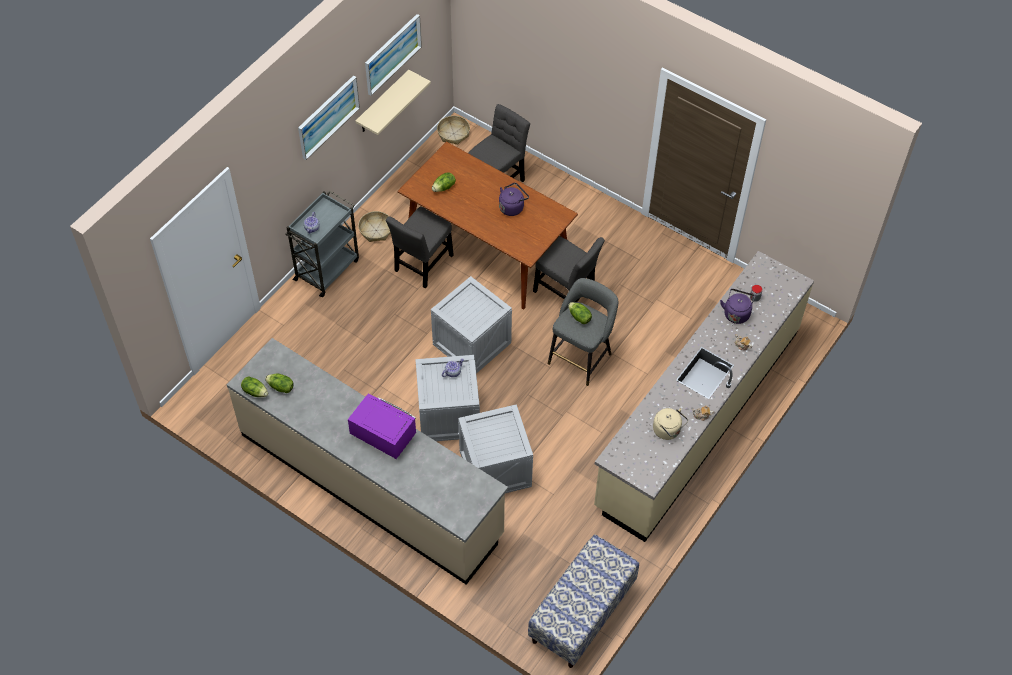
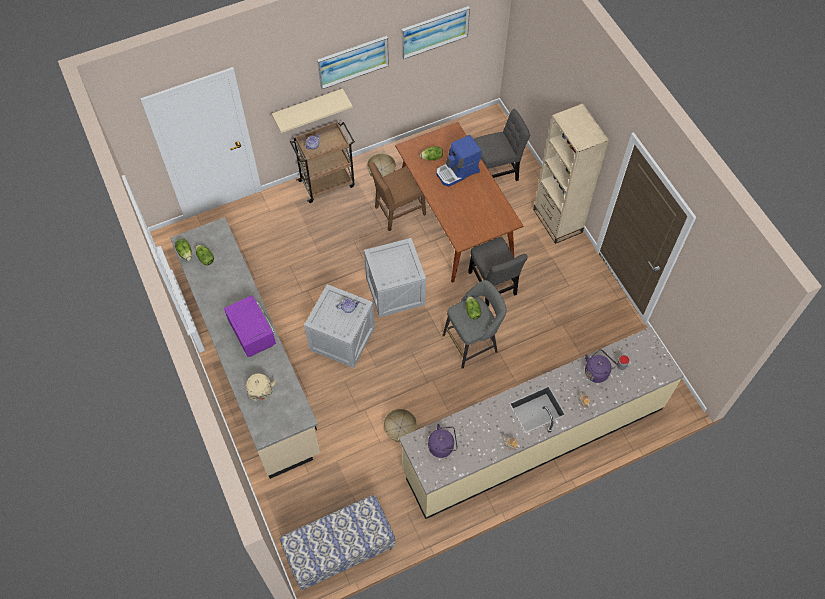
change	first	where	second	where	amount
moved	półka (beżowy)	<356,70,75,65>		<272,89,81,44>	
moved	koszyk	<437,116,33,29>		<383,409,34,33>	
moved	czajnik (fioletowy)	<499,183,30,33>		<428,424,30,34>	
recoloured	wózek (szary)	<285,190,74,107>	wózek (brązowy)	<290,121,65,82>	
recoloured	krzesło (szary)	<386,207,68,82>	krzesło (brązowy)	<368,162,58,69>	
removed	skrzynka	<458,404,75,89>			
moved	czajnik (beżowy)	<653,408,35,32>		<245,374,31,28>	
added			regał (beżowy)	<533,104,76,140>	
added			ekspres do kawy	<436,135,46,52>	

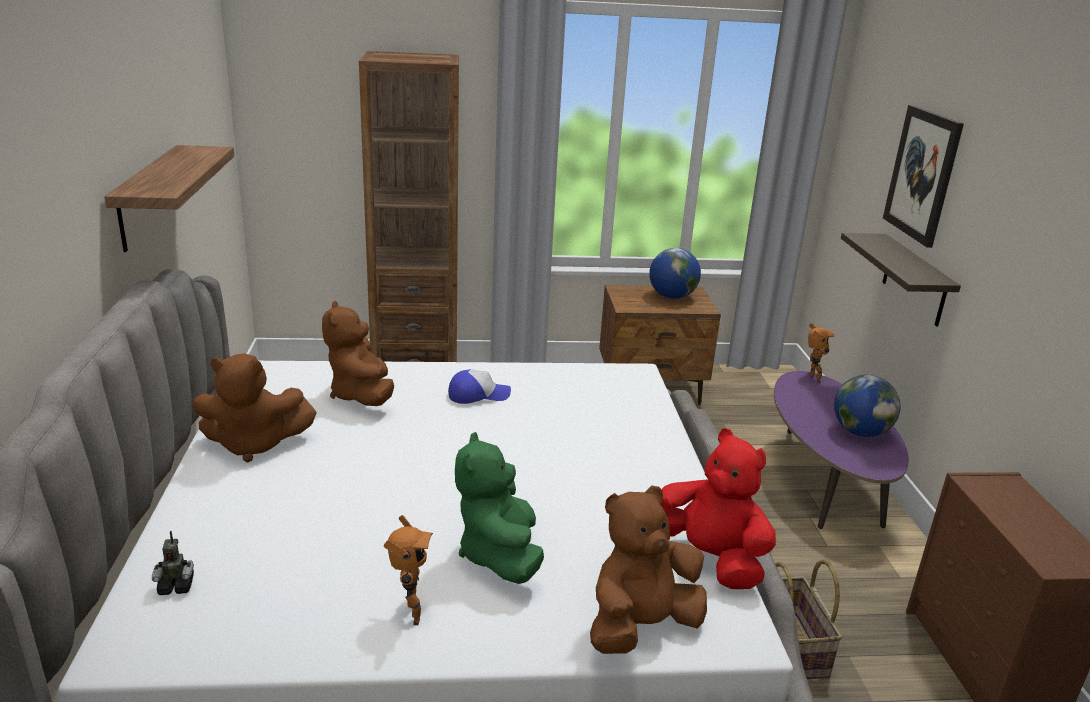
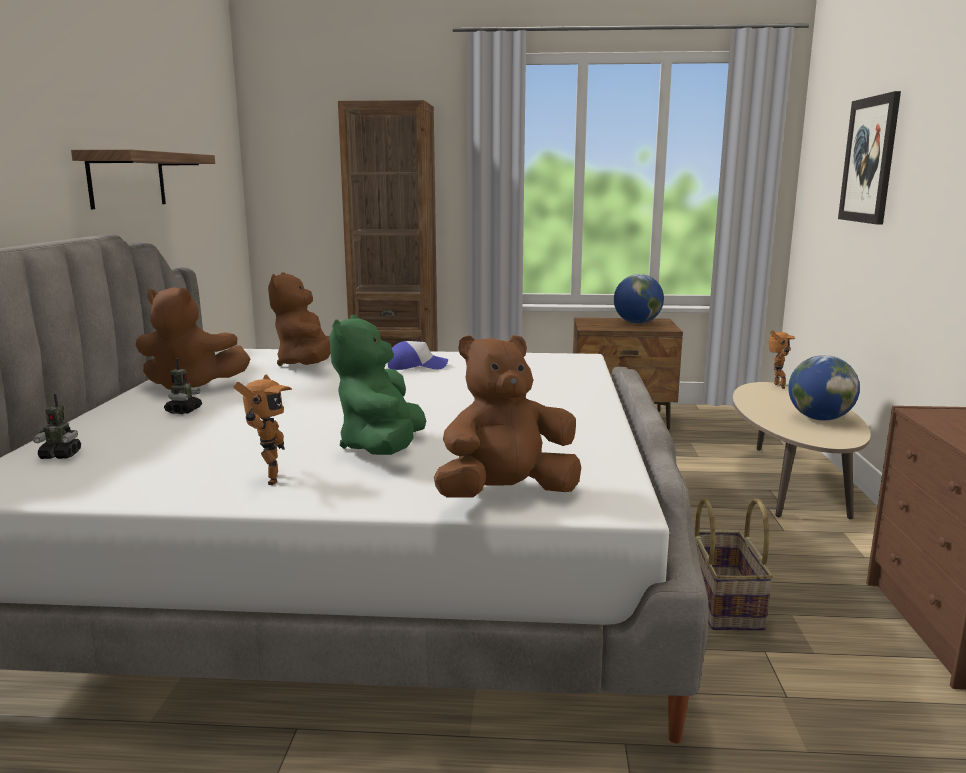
change	first	where	second	where	amount
removed	półka	<841,233,120,94>			
recoloured	ława (fioletowy)	<774,371,135,158>	ława (beżowy)	<732,382,139,137>	
removed	pluszak (czerwony)	<661,428,115,161>			
added			robot zabawkowy	<164,359,38,55>	

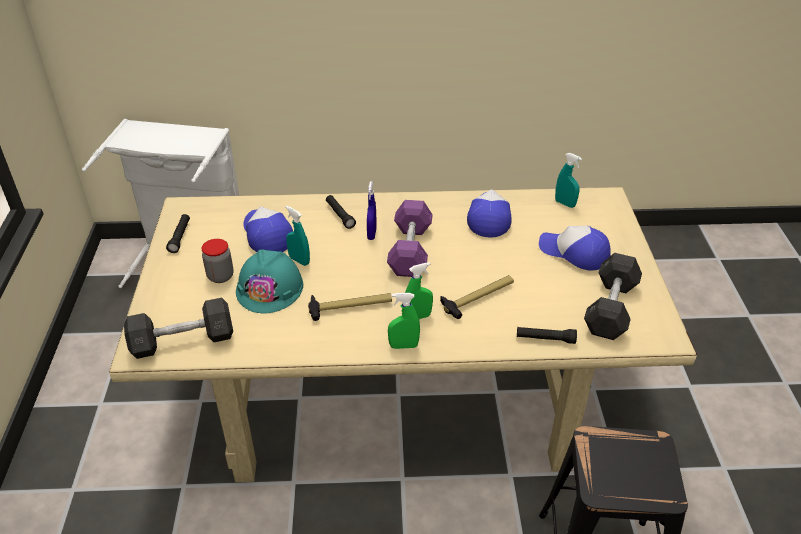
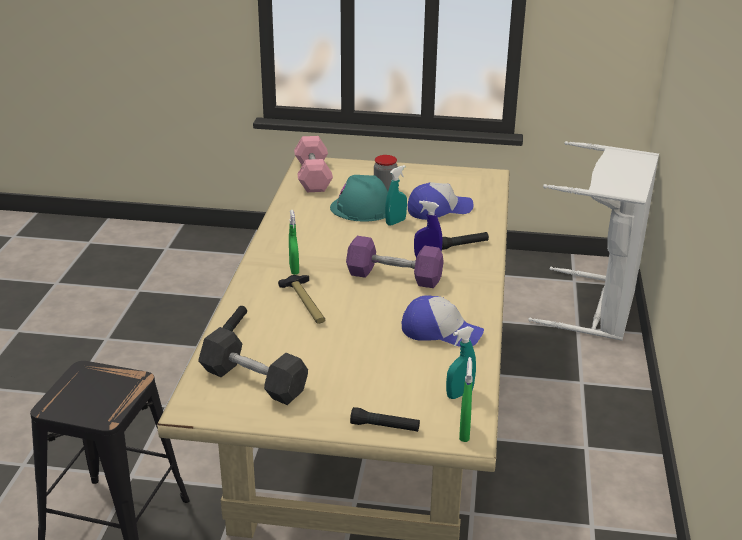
change	first	where	second	where	amount
moved	latarka (czarny)	<166,214,24,39>		<350,407,70,25>	
removed	czapka z daszkiem	<539,226,72,45>			
removed	młotek	<308,293,84,28>			
moved	spryskiwacz (zielony)	<388,293,32,56>		<459,357,14,85>	
recoloured	hantel (szary)	<124,298,109,61>	hantel (różowy)	<294,136,39,56>	

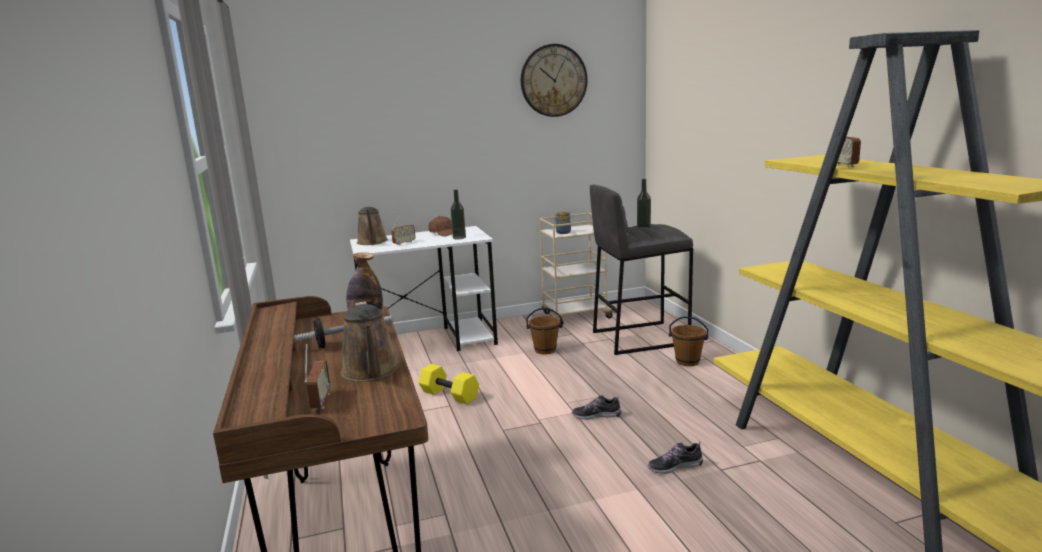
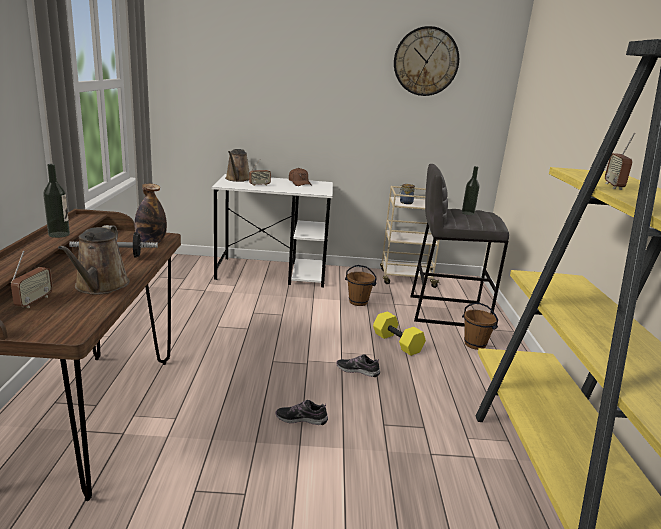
change	first	where	second	where	amount
moved	butelka	<451,189,15,50>		<43,164,27,74>	
moved	hantel (żółty)	<419,364,60,41>		<373,311,53,45>	
moved	but	<648,441,55,33>		<276,400,52,25>	

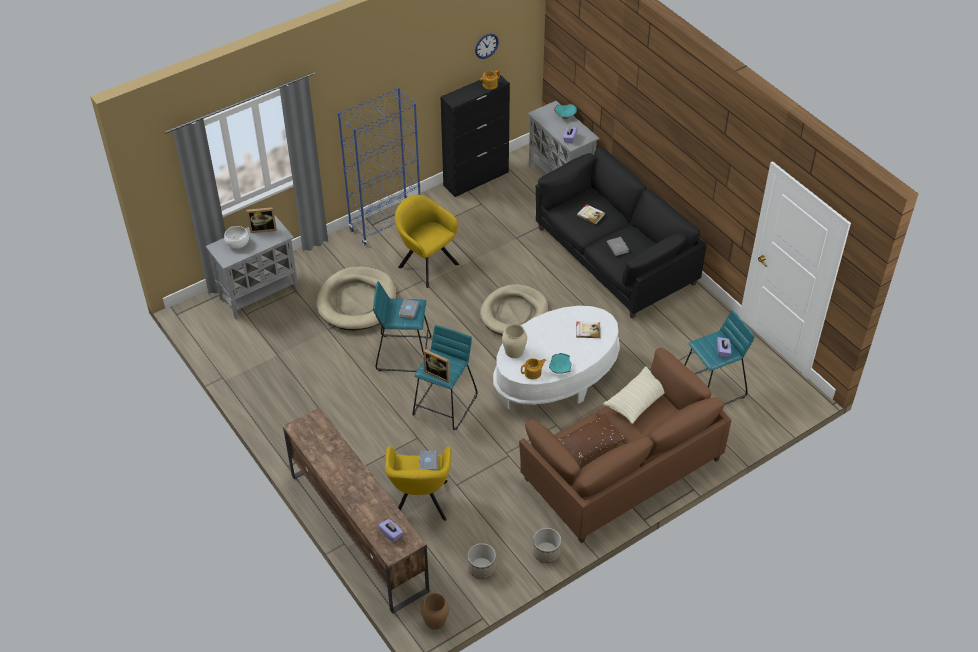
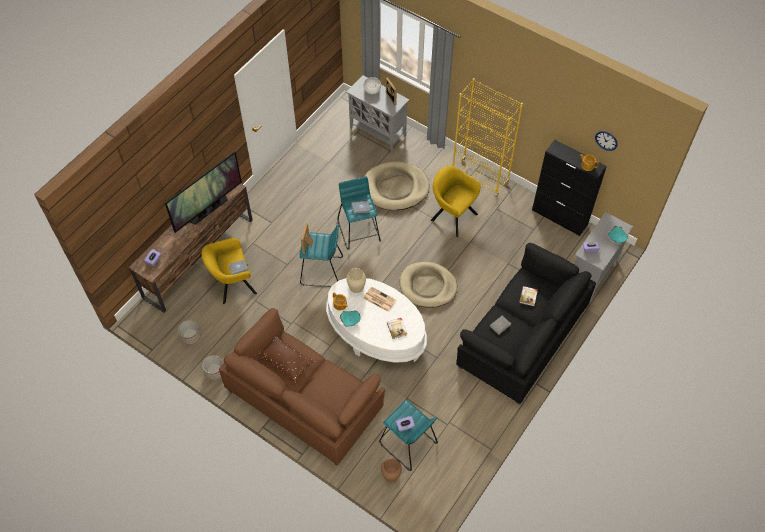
change	first	where	second	where	amount
recoloured	regał (niebieski)	<338,87,82,158>	regał (żółty)	<453,78,70,119>	
turned	fotel (żółty)	<395,195,64,93>		<431,166,50,71>	75 degrees counterclockwise
removed	poduszka (beżowy)	<603,366,62,58>			
moved	wazon (brązowy)	<421,593,28,37>		<381,458,21,24>	
added			telewizor	<165,151,77,82>	
added			gazeta	<363,286,33,26>	

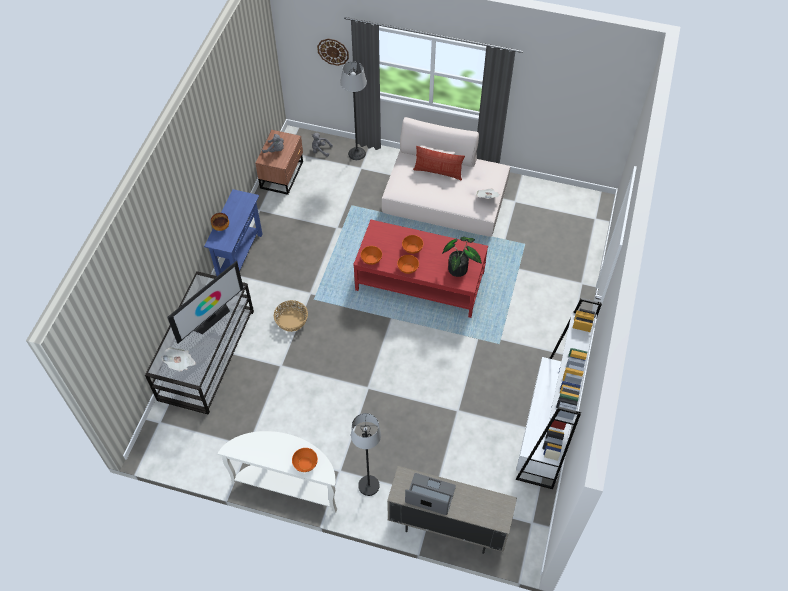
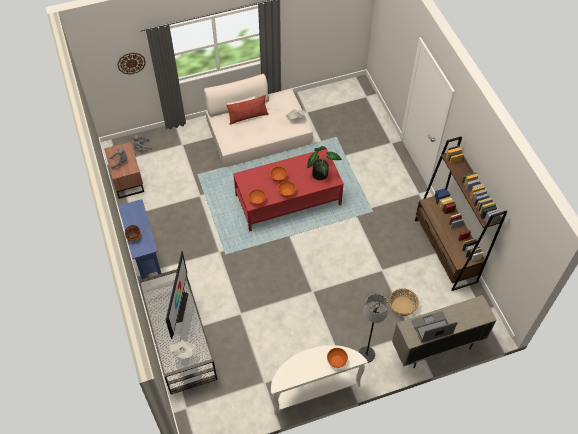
change	first	where	second	where	amount
removed	lampa stojąca	<340,61,27,99>			
recoloured	regał (biały)	<516,298,86,191>	regał (brązowy)	<415,136,92,155>	
moved	koszyk	<274,300,34,32>		<389,288,30,28>	

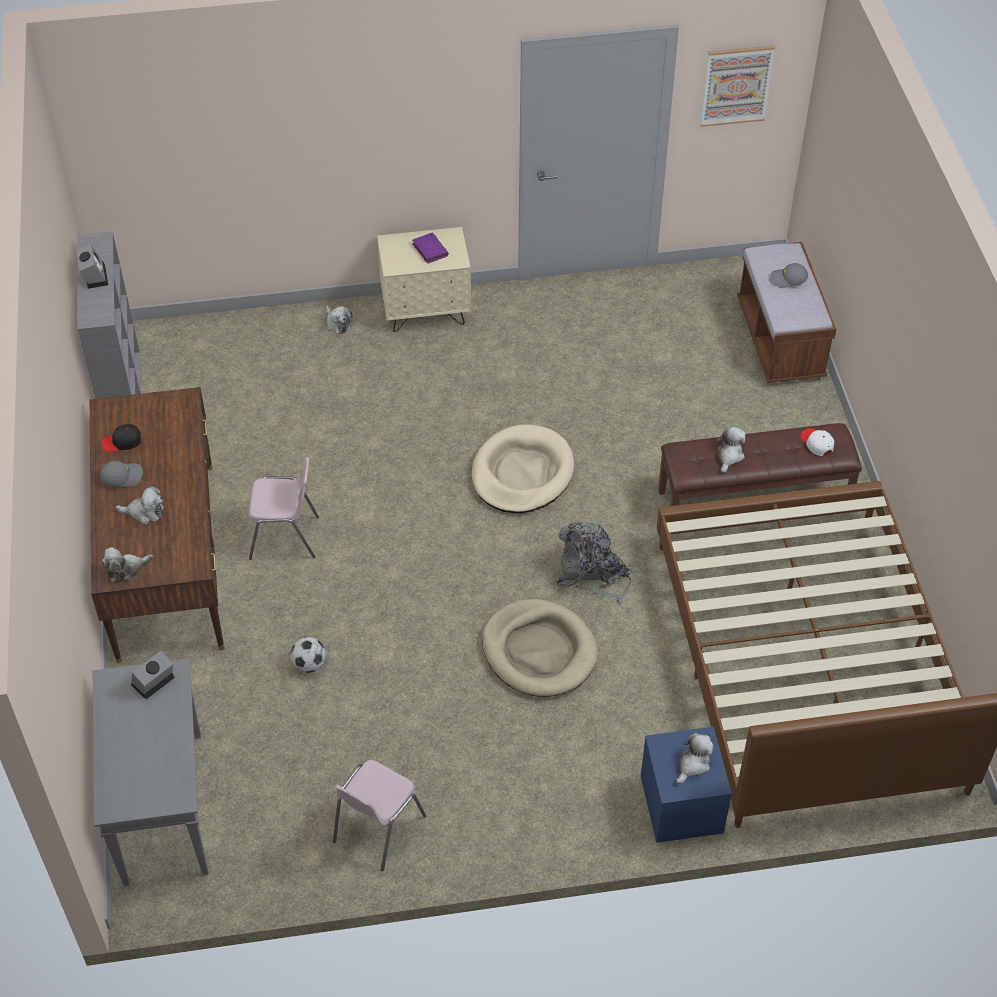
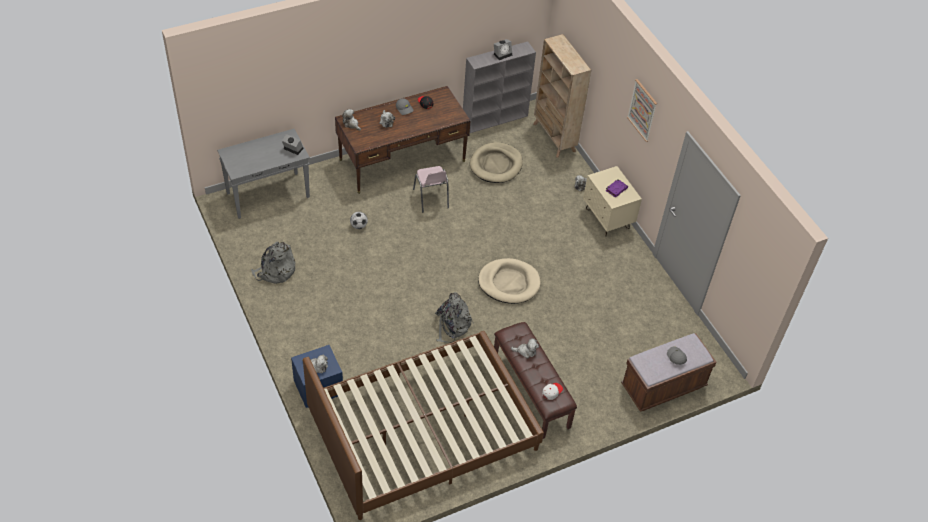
change	first	where	second	where	amount
moved	obraz	<701,45,74,82>		<627,79,30,63>	
moved	legowisko (beżowy)	<482,599,116,98>		<470,142,53,41>	
replaced	krzesło (różowy)	<333,760,93,111>	plecak (szary)	<251,241,44,43>	
added			regał (beżowy)	<533,34,58,124>	

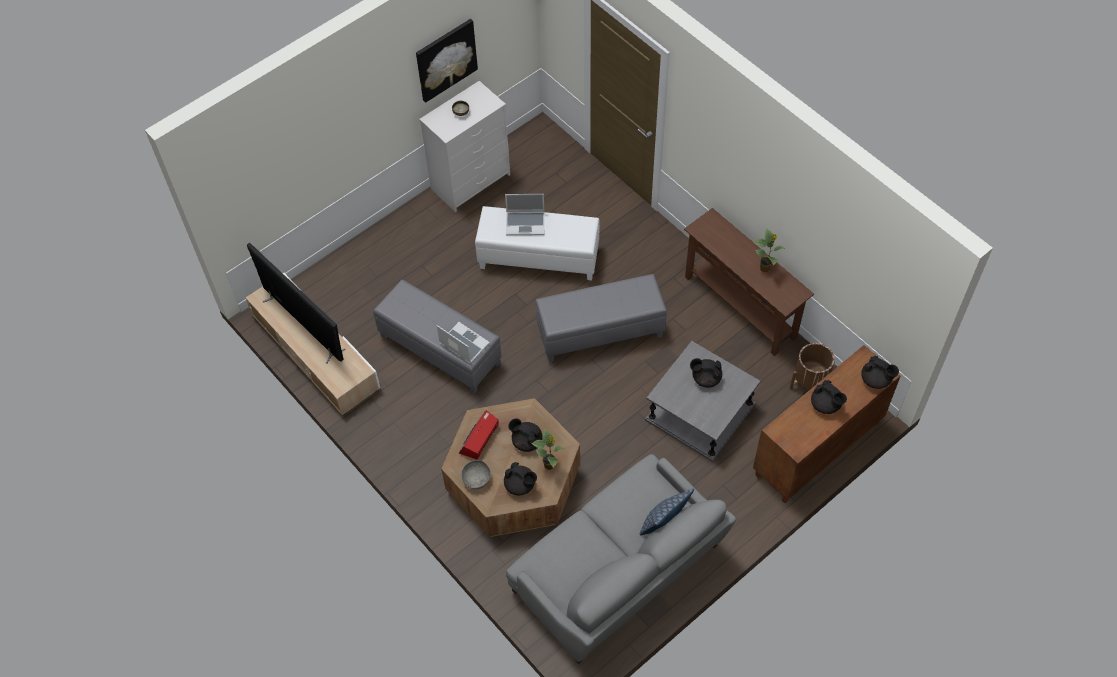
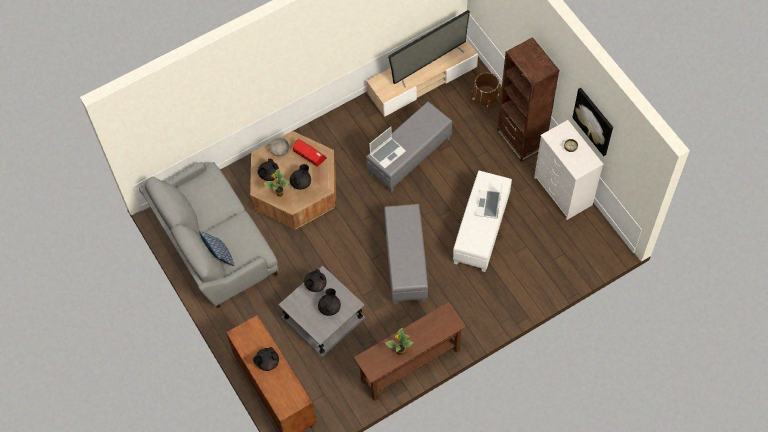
change	first	where	second	where	amount
moved	donica (brązowy)	<790,343,45,47>		<470,72,32,42>	
moved	imbryk (czarny)	<861,356,38,33>		<304,269,23,23>	
added			regał (brązowy)	<497,37,63,125>	

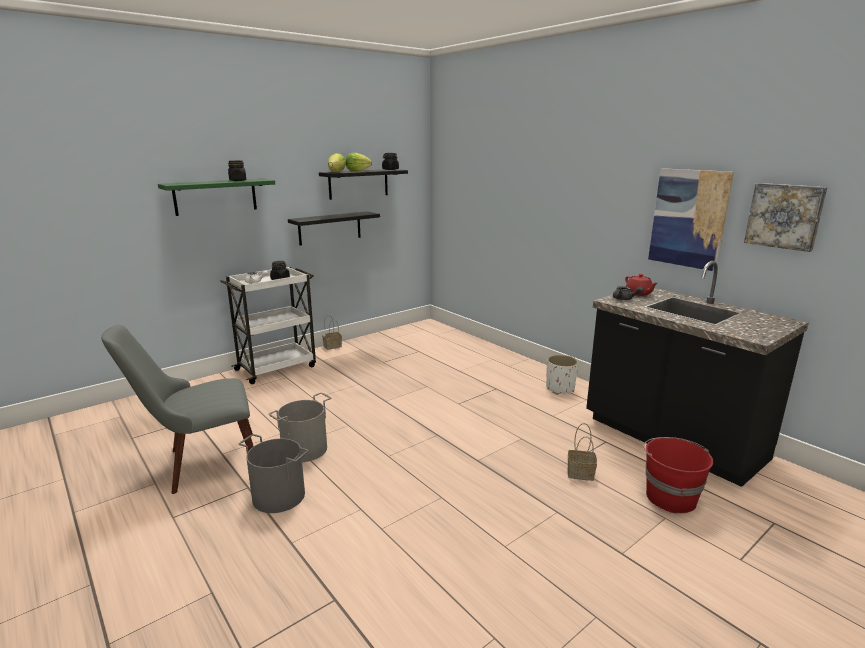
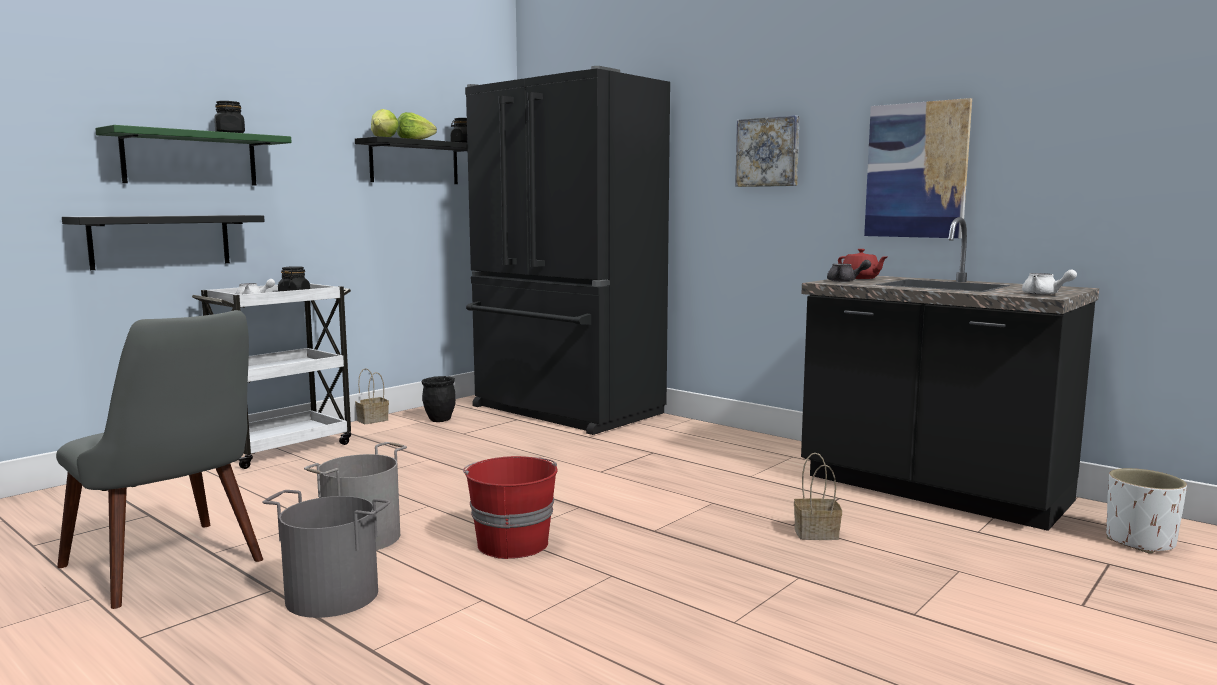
change	first	where	second	where	amount
moved	obraz	<744,183,84,69>		<735,115,65,72>	
moved	półka (czarny)	<288,211,92,34>		<62,215,203,55>	
turned	krzesło (szary)	<101,325,153,169>		<56,310,207,299>	105 degrees counterclockwise
moved	donica (biały)	<546,355,33,39>		<1106,468,81,86>	
moved	wiadro (czerwony)	<643,437,70,76>		<463,456,95,103>	
added			lodówka (czarny)	<465,66,205,369>	
added			imbryk (biały)	<1022,269,55,26>	
added			donica (czarny)	<422,376,34,46>	

